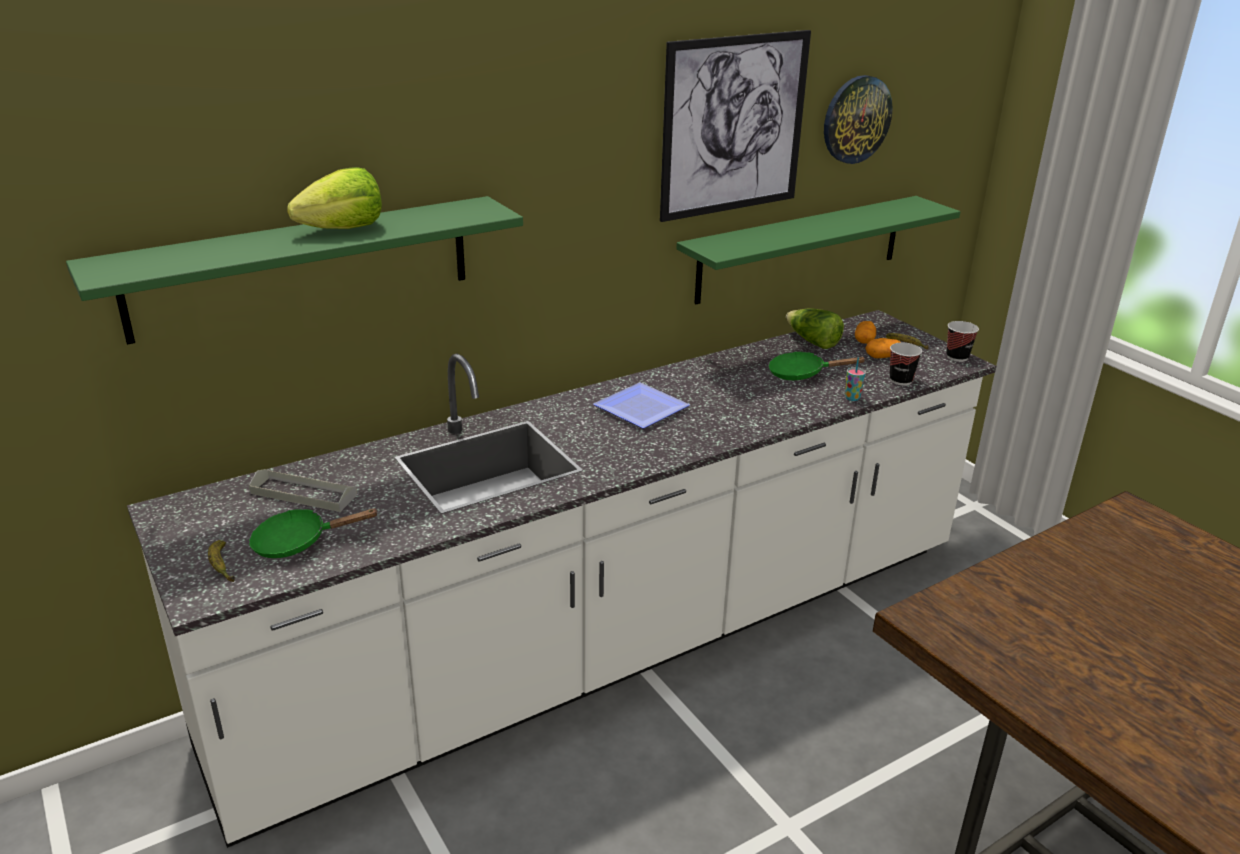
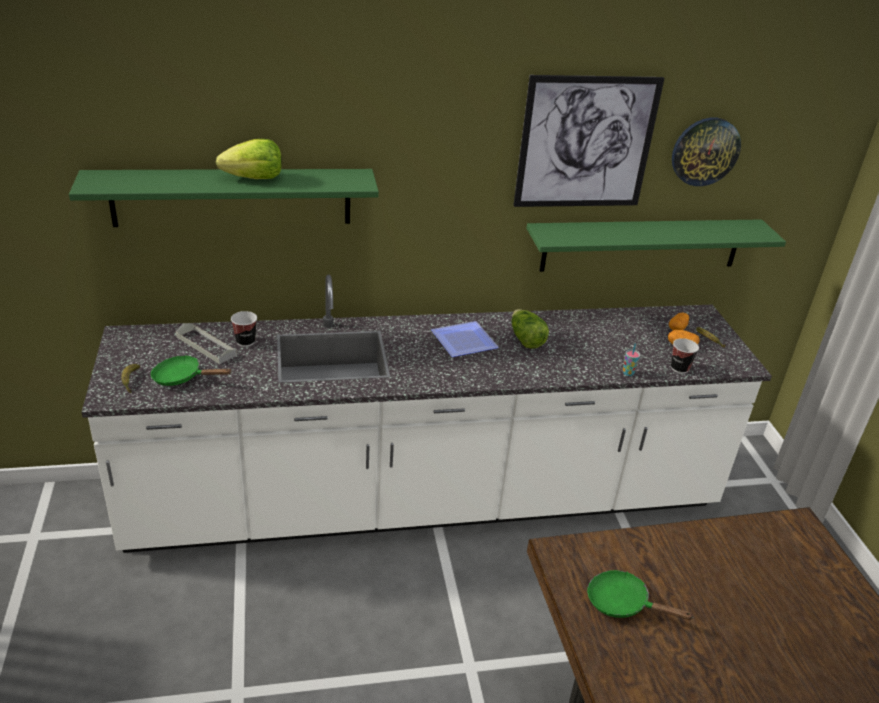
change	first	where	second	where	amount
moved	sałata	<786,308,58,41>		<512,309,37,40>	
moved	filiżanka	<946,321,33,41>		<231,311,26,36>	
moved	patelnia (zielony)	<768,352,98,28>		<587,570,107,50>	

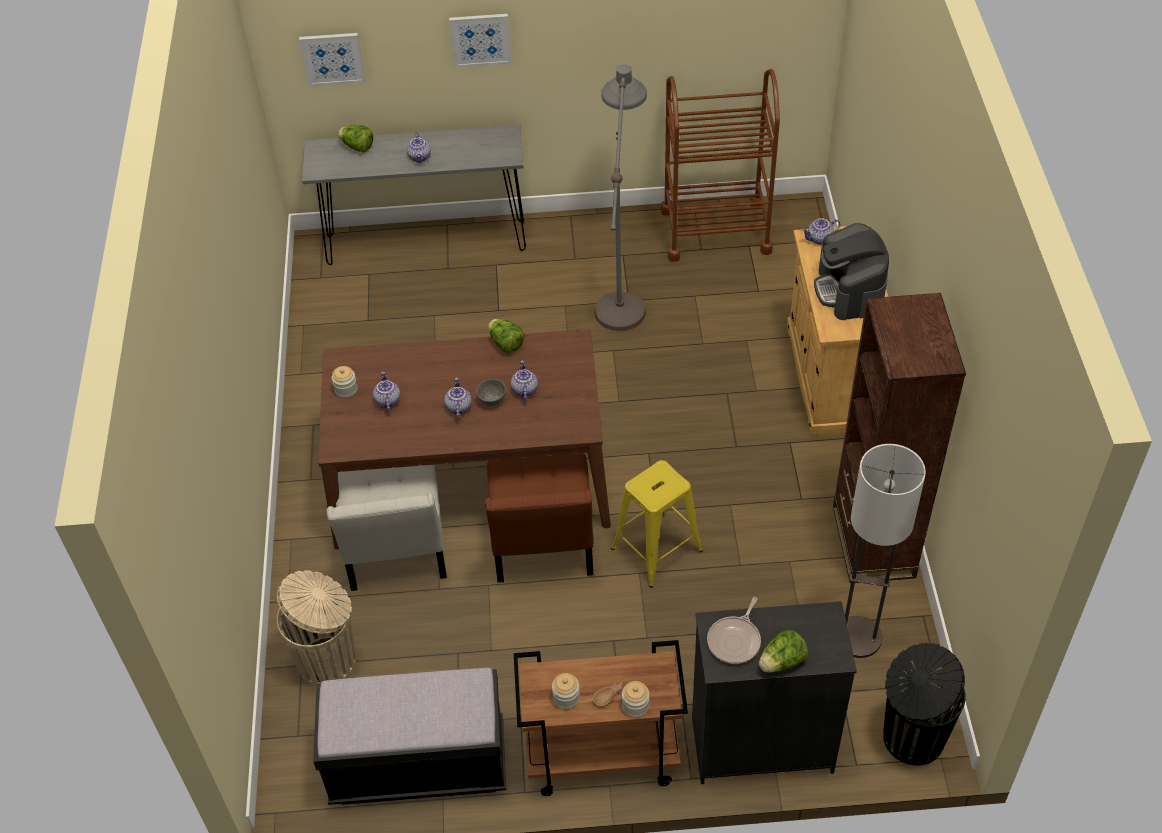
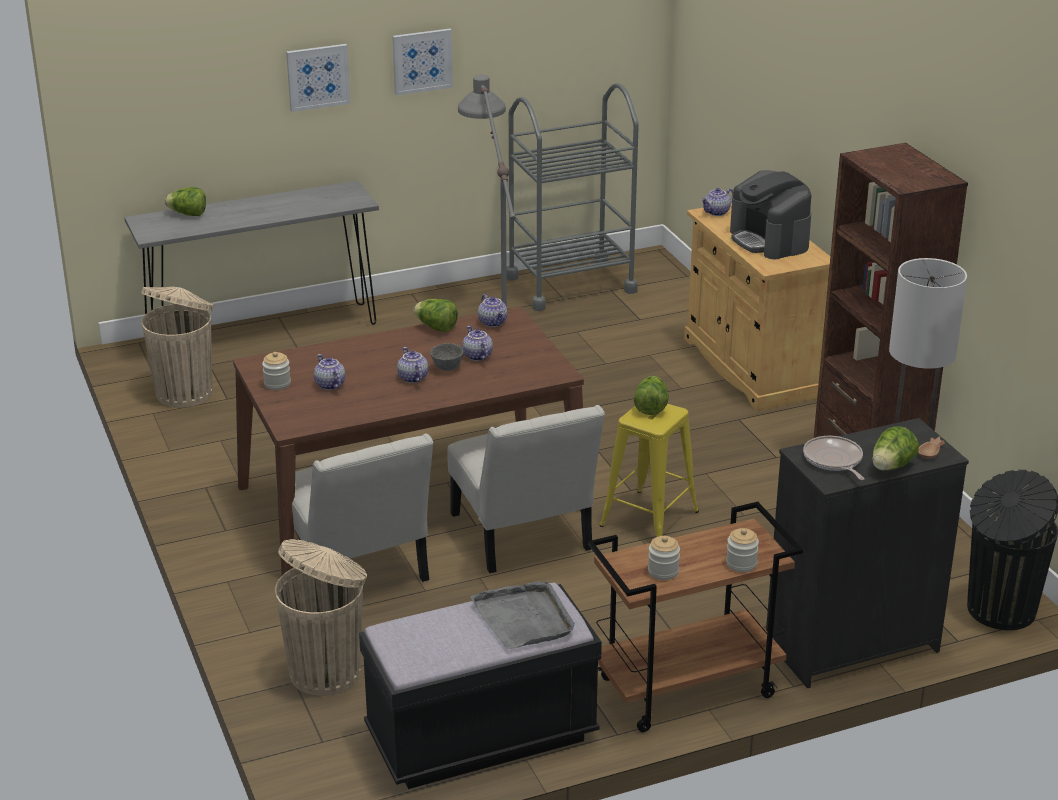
change	first	where	second	where	amount
moved	obraz	<299,33,67,54>		<393,29,60,67>	
recoloured	wózek (brązowy)	<661,69,119,193>	wózek (szary)	<506,83,133,228>	
moved	imbryk	<407,132,24,31>		<478,294,29,33>	
recoloured	krzesło (brązowy)	<485,453,108,130>	krzesło (biały)	<448,405,157,168>	
turned	patelnia	<707,597,54,67>		<803,436,61,44>	150 degrees clockwise
moved	miska (brązowy)	<592,681,31,26>		<918,436,27,23>	
added			kosz na śmieci (beżowy)	<141,287,72,121>	
added			sałata	<634,376,35,39>	
added			taca (szary)	<471,581,104,68>	

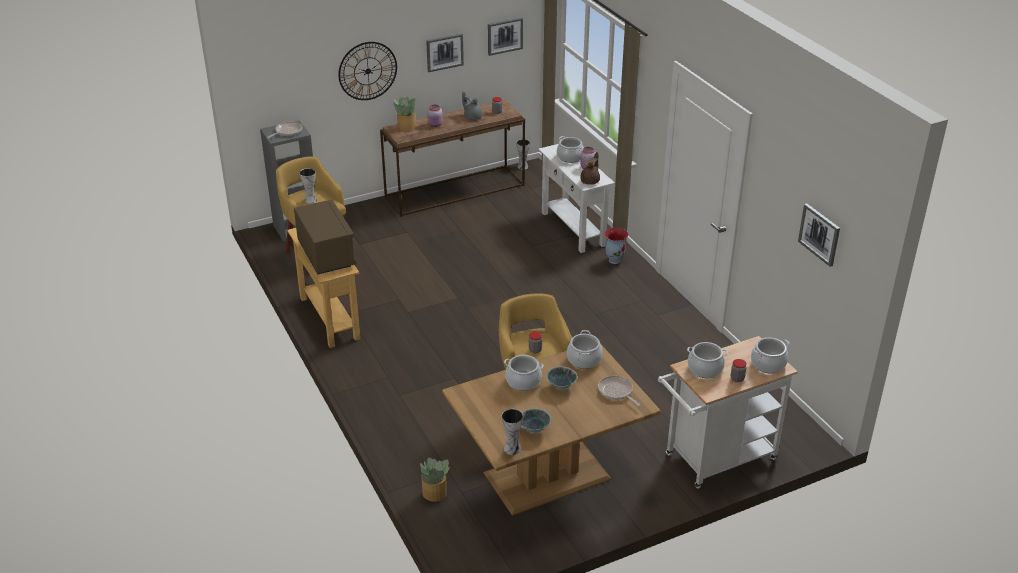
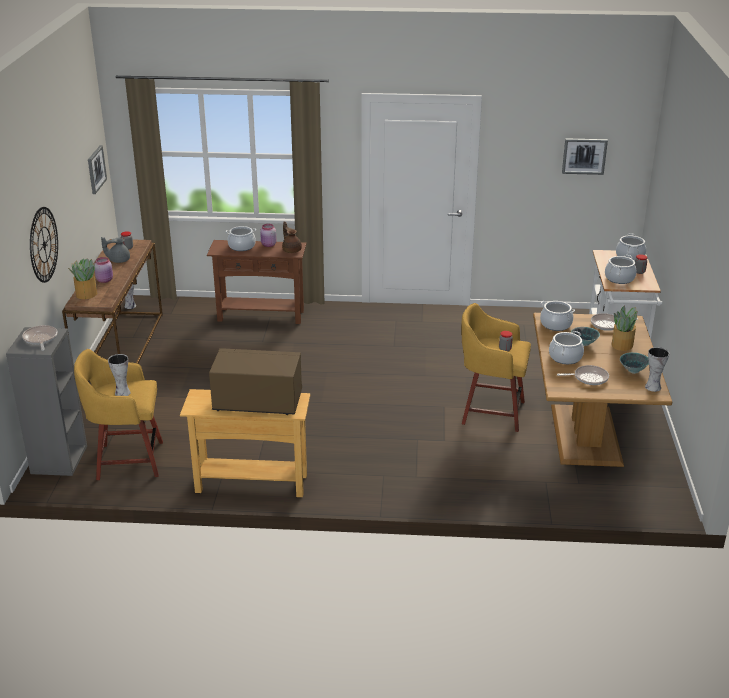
change	first	where	second	where	amount
removed	obraz	<426,33,38,39>			
recoloured	stolik konsolowy (biały)	<538,144,77,109>	stolik konsolowy (brązowy)	<207,240,99,84>	
removed	wazon	<604,228,24,36>			
moved	roślina doniczkowa	<420,457,30,45>		<612,306,25,45>	
added			patelnia	<557,365,52,20>	

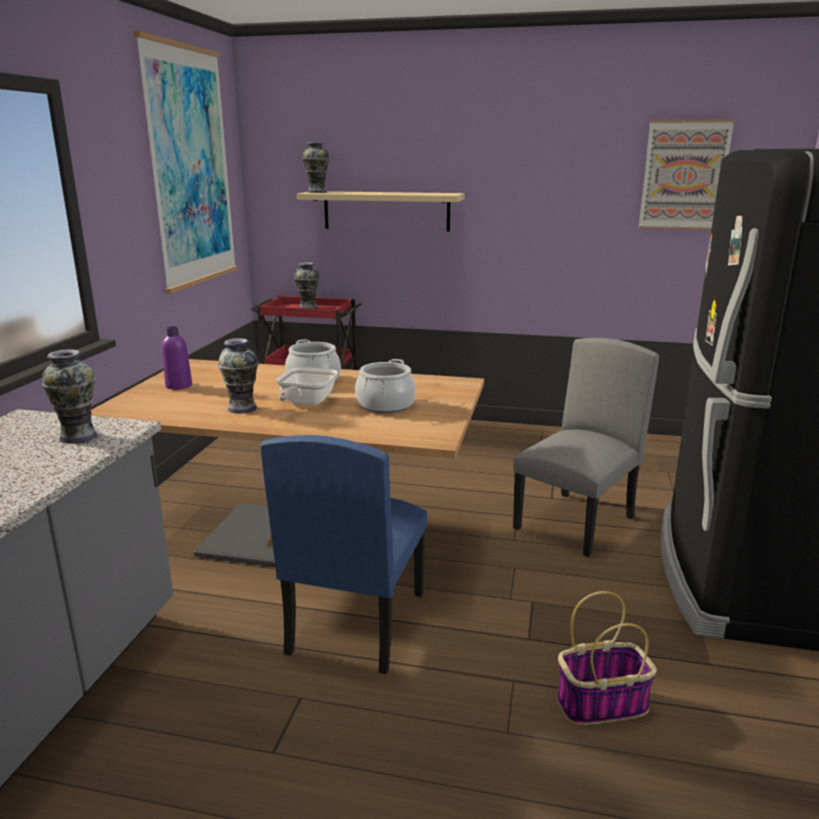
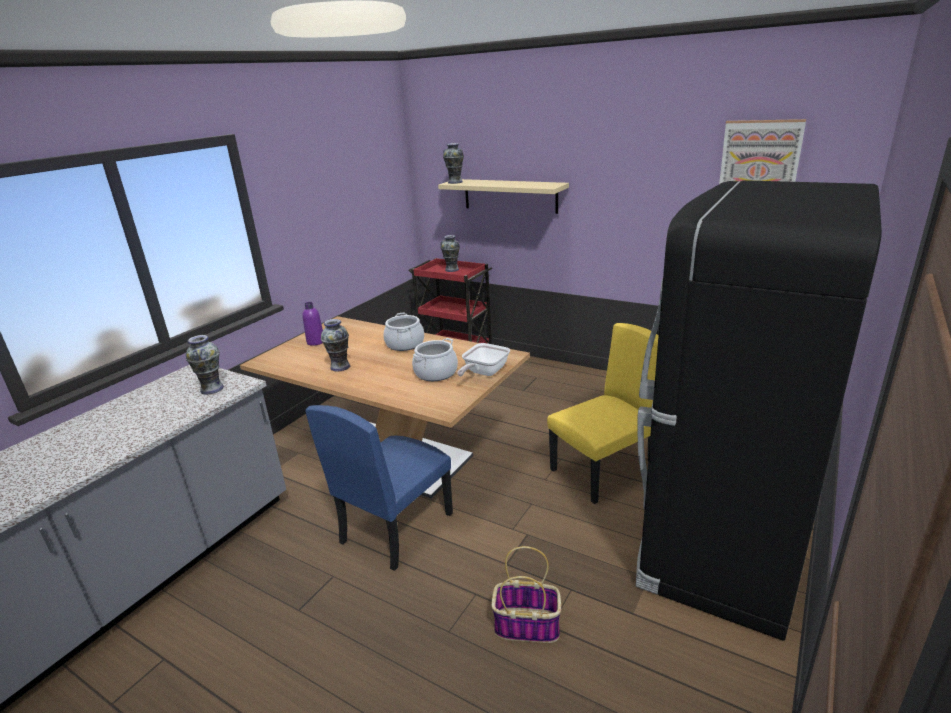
change	first	where	second	where	amount
removed	obraz	<133,31,105,263>			
recoloured	krzesło (szary)	<513,338,146,219>	krzesło (żółty)	<547,323,112,181>	
moved	patelnia	<276,367,62,39>		<457,343,53,33>	

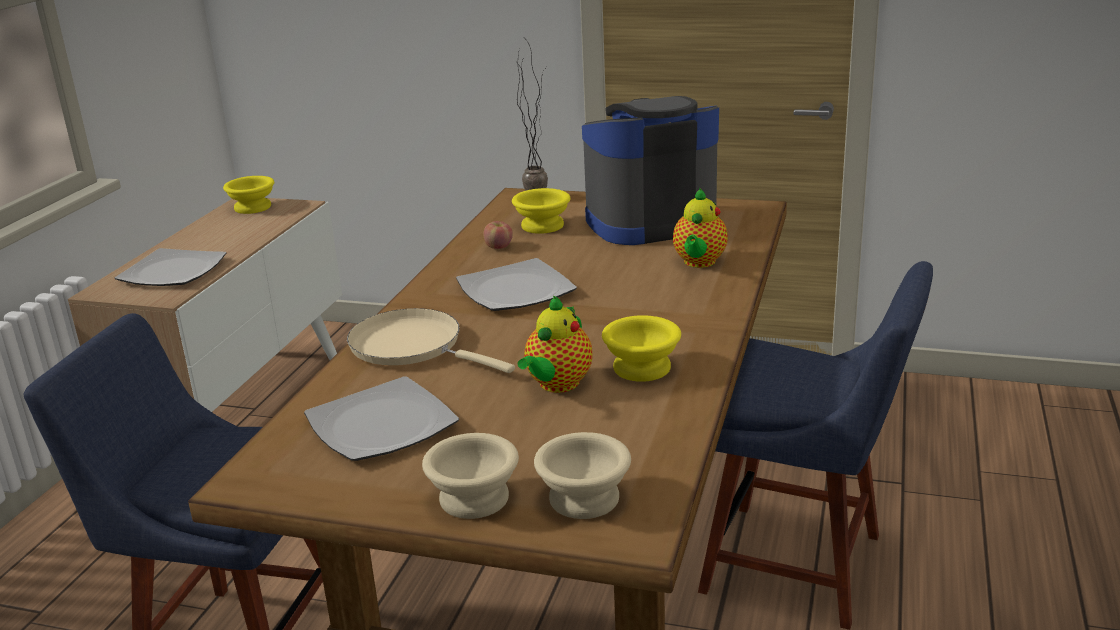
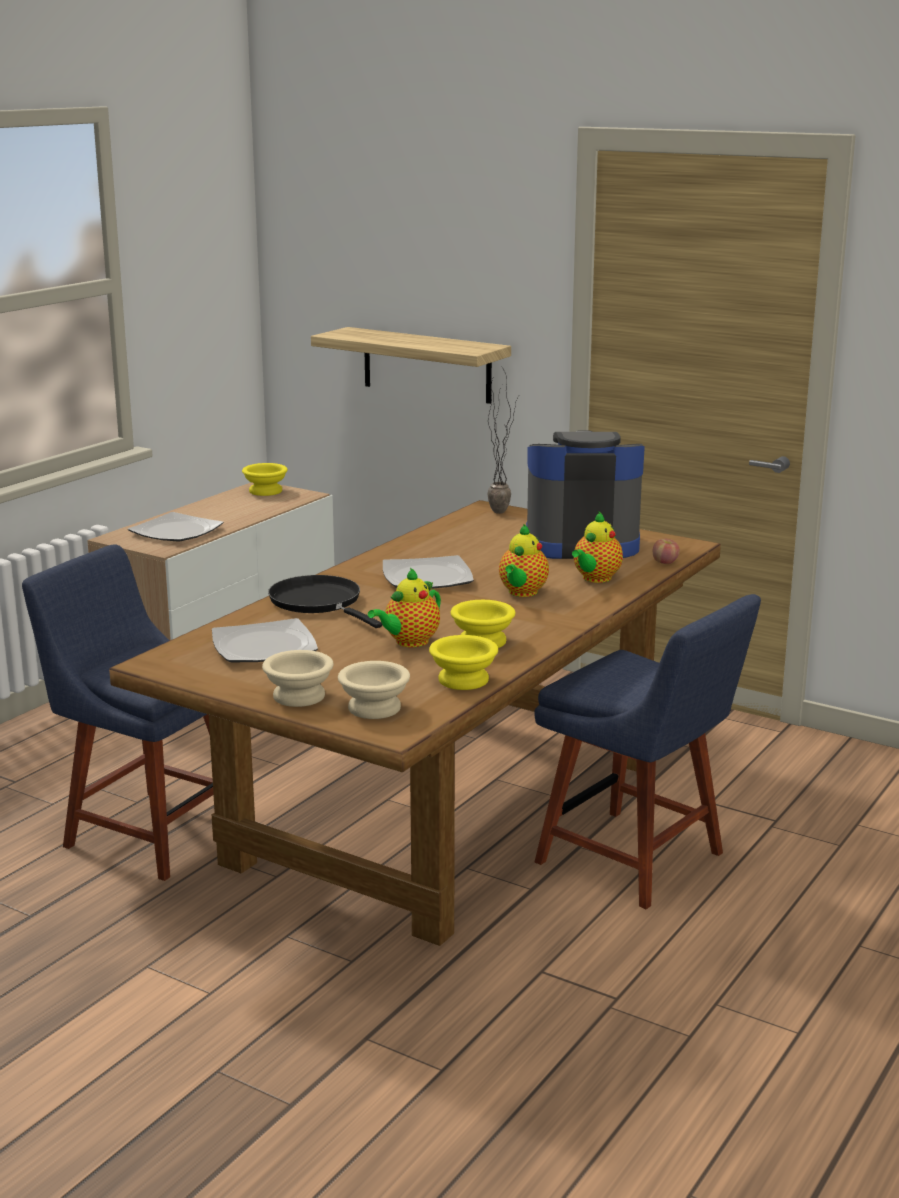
change	first	where	second	where	amount
moved	miska (żółty)	<512,188,58,46>		<429,635,69,55>	
moved	jabłko	<483,221,30,28>		<652,539,28,25>	
recoloured	patelnia (beżowy)	<347,308,168,65>	patelnia (czarny)	<268,575,114,53>	
added			półka	<311,327,200,77>	
added			imbryk	<499,524,50,73>	

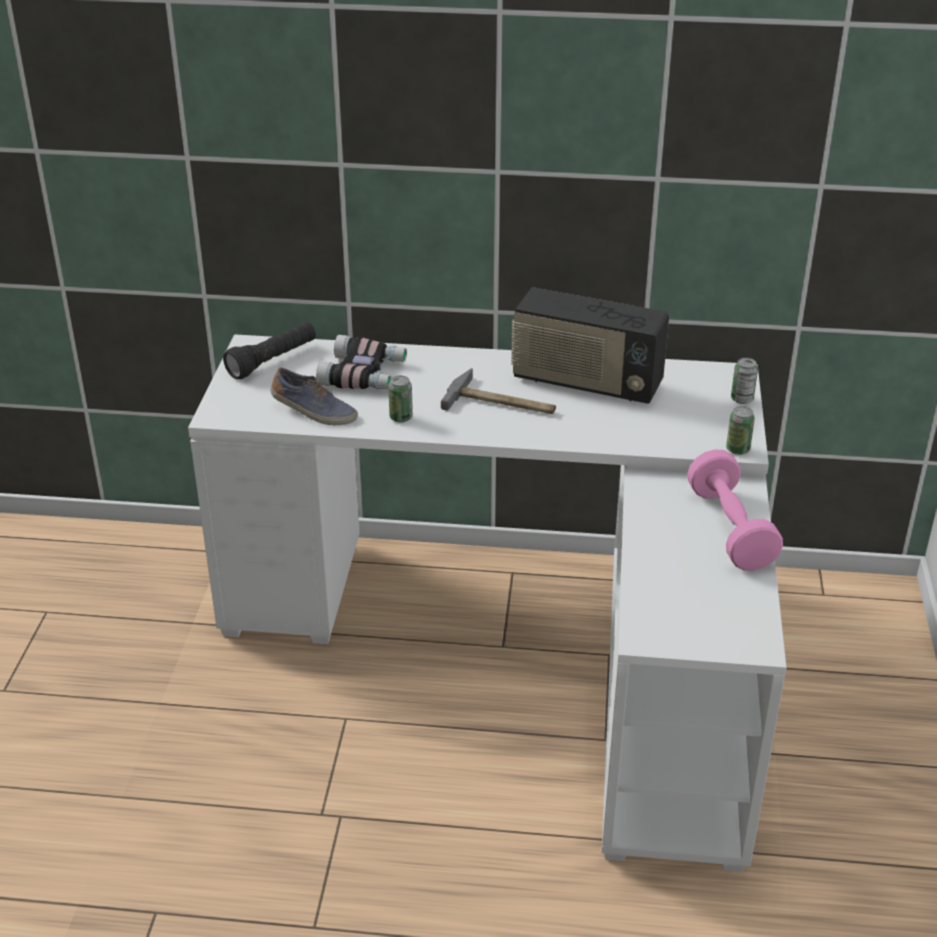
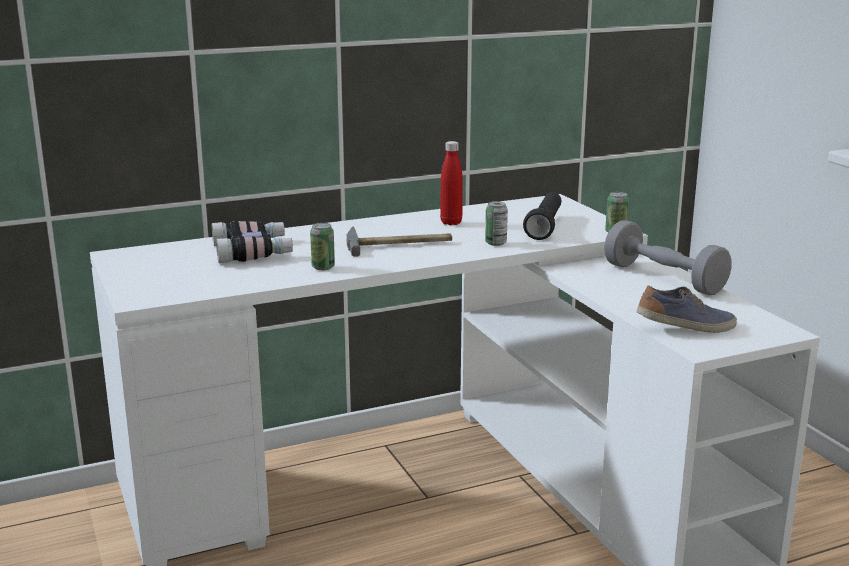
change	first	where	second	where	amount
replaced	radio	<511,287,158,117>	butelka (czerwony)	<440,141,23,84>	
moved	latarka (czarny)	<223,322,93,57>		<523,192,39,48>	
moved	puszka	<731,358,27,46>		<485,201,23,45>	
moved	but	<270,368,88,57>		<637,286,100,47>	
recoloured	hantel (różowy)	<687,449,96,122>	hantel (szary)	<604,220,128,75>	

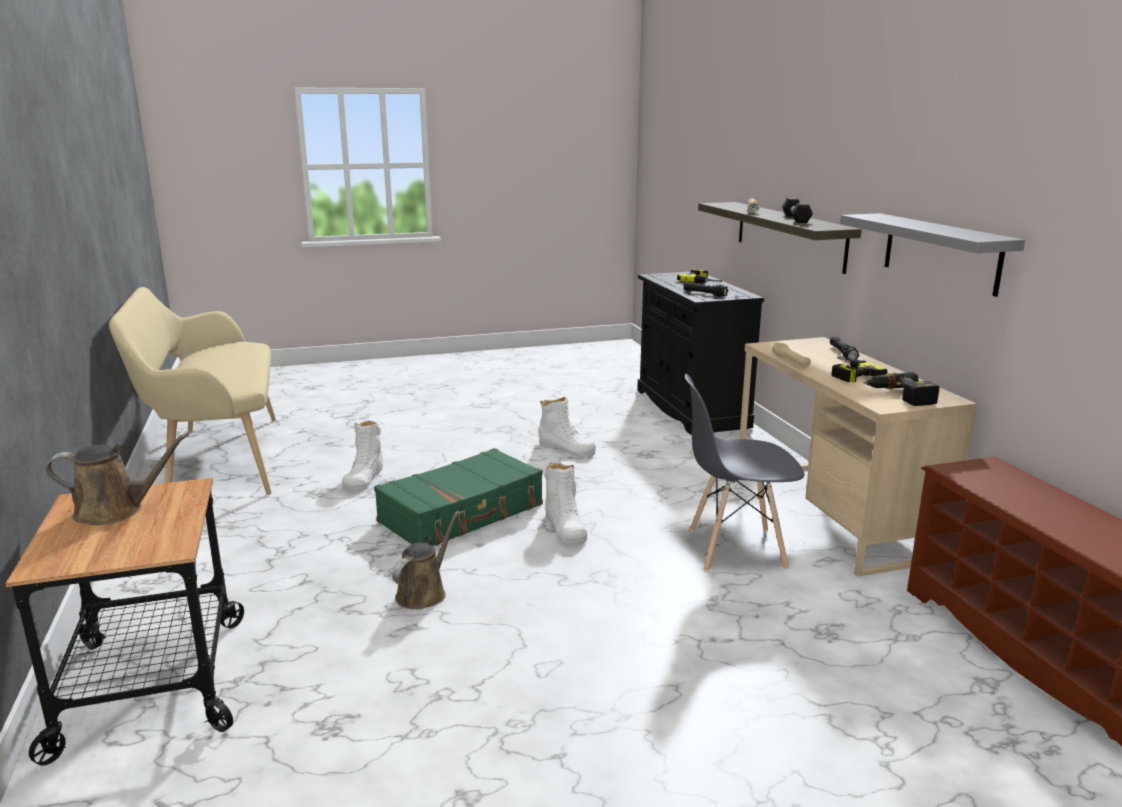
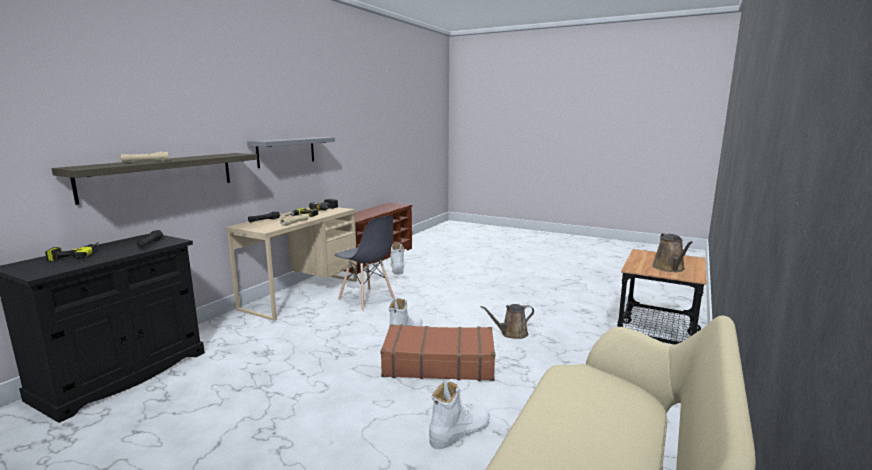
change	first	where	second	where	amount
removed	hantel (czarny)	<782,198,31,25>			
moved	but z cholewką (biały)	<539,397,57,60>		<390,244,14,31>	
turned	konewka (brązowy)	<46,433,143,92>		<652,233,41,39>	120 degrees counterclockwise
recoloured	walizka (zielony)	<374,448,169,98>	walizka (brązowy)	<381,324,114,57>	

